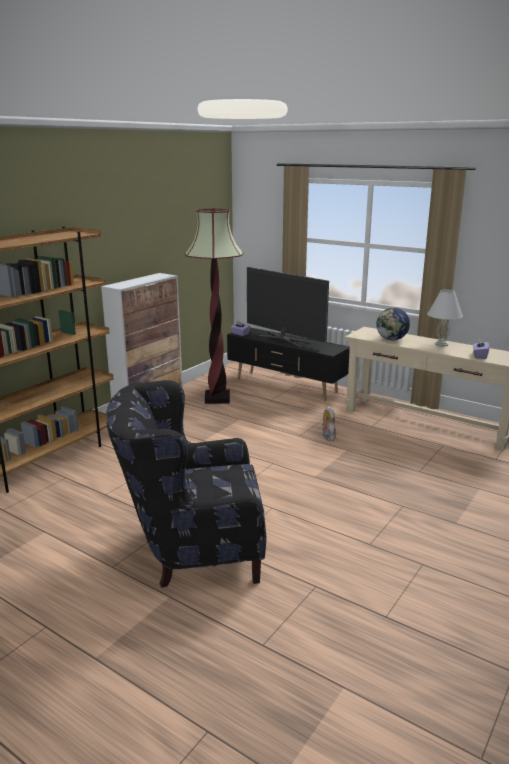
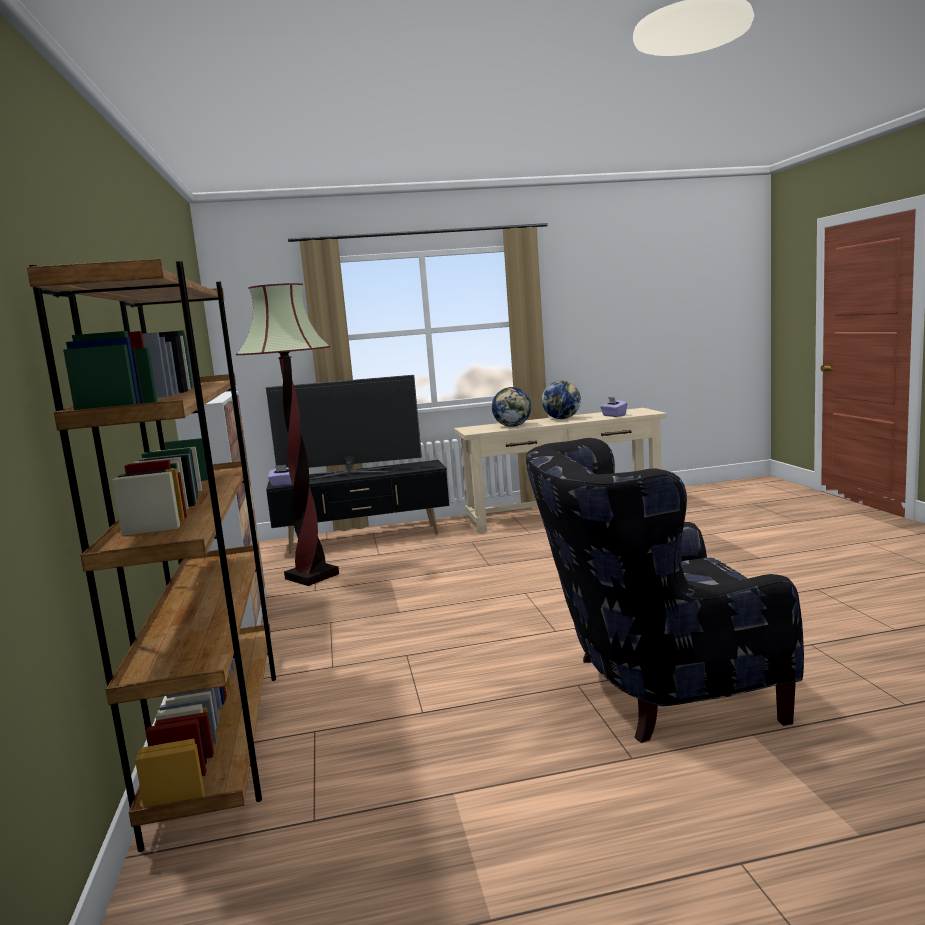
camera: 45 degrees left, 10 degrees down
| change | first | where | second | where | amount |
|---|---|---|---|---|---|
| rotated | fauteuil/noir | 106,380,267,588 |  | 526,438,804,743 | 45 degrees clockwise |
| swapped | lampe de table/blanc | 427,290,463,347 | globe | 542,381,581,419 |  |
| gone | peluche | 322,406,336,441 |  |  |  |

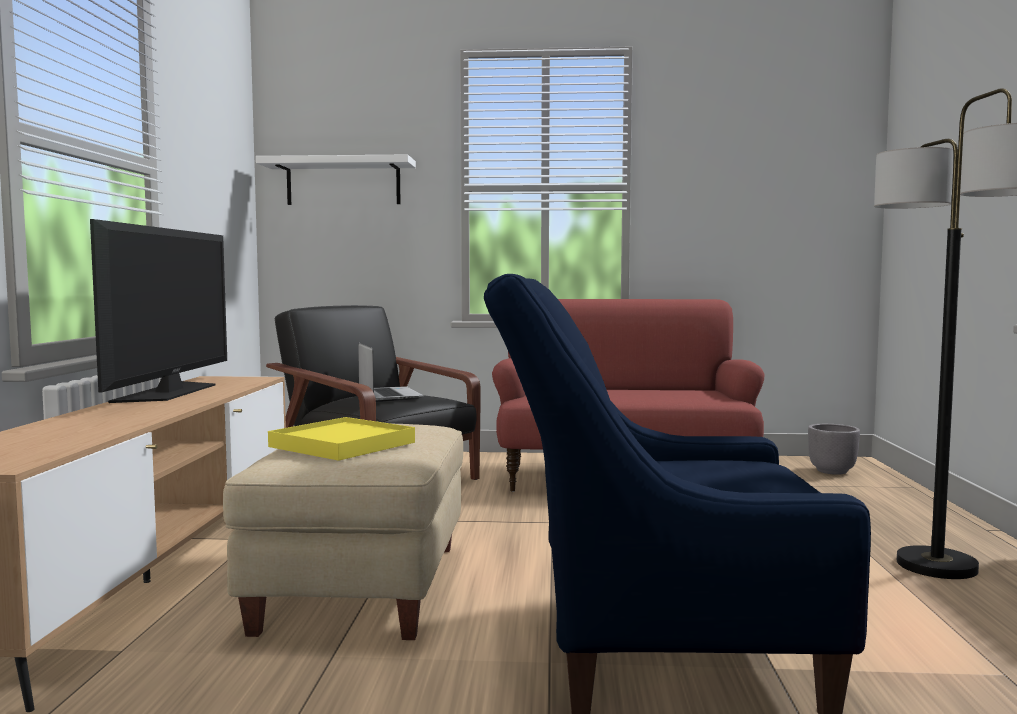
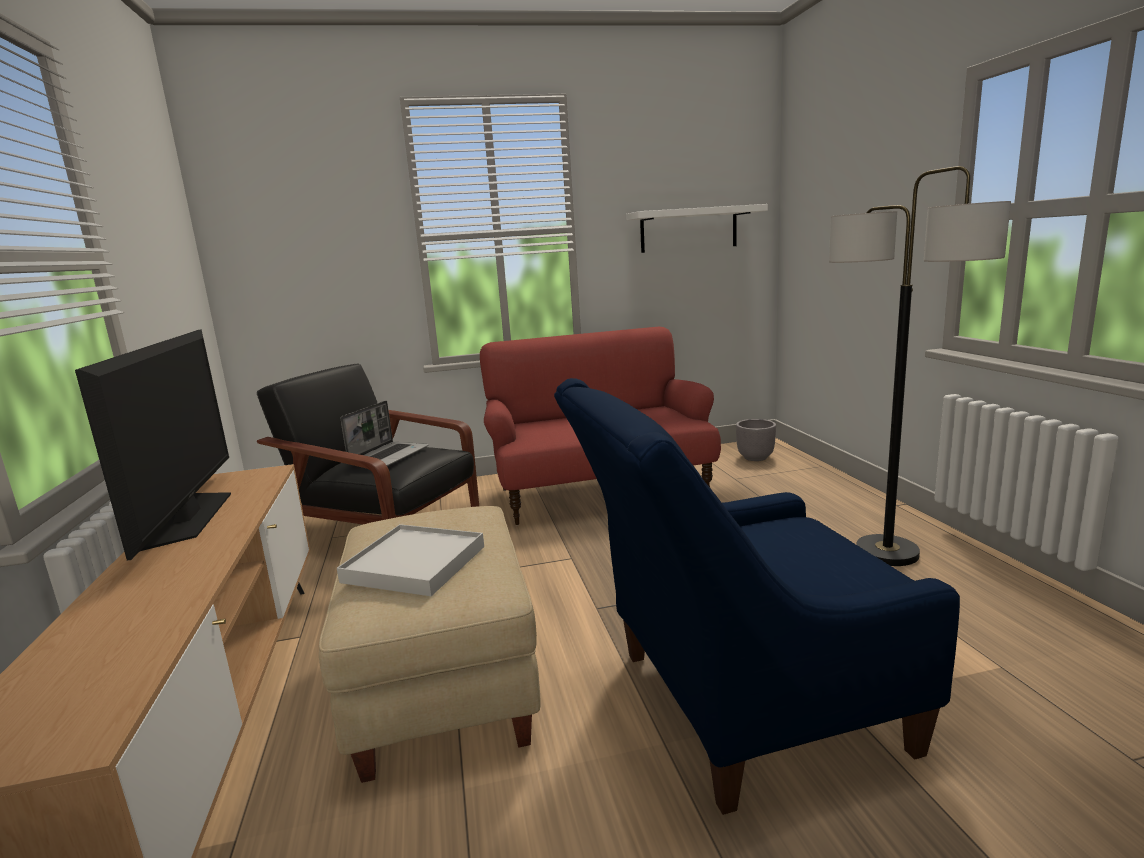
camera: 15 degrees left, 10 degrees up
| change | first | where | second | where | amount |
|---|---|---|---|---|---|
| repainted | plateau/jaune | 268,417,415,461 | plateau/blanc | 337,524,484,596 |  |
| rotated | ordinateur portable | 358,343,424,402 |  | 341,401,429,466 | 60 degrees clockwise |
| shifted | étagère/blanc | 256,155,416,205 |  | 626,204,768,253 |  |

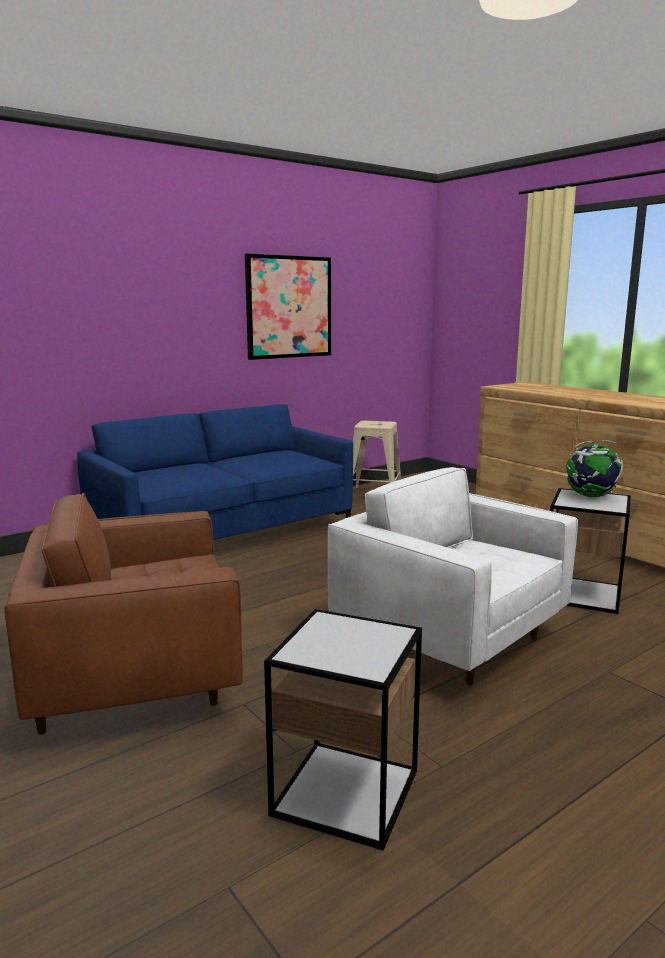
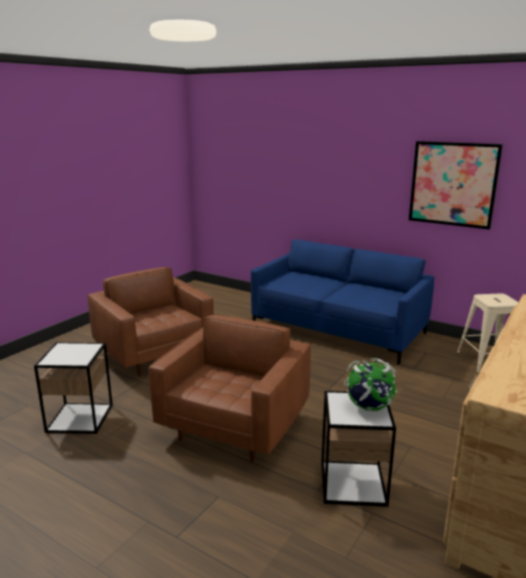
camera: 70 degrees right, 5 degrees up
| change | first | where | second | where | amount |
|---|---|---|---|---|---|
| repainted | fauteuil/blanc | 328,467,578,686 | fauteuil/marron | 148,315,311,462 |  |

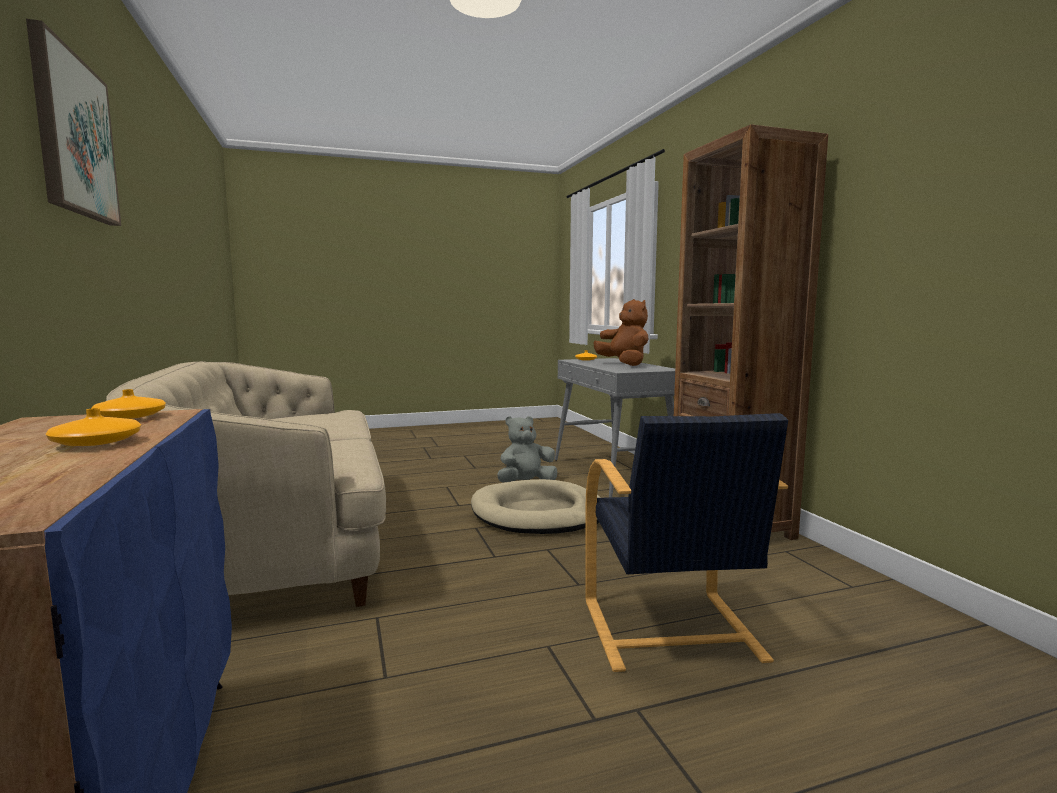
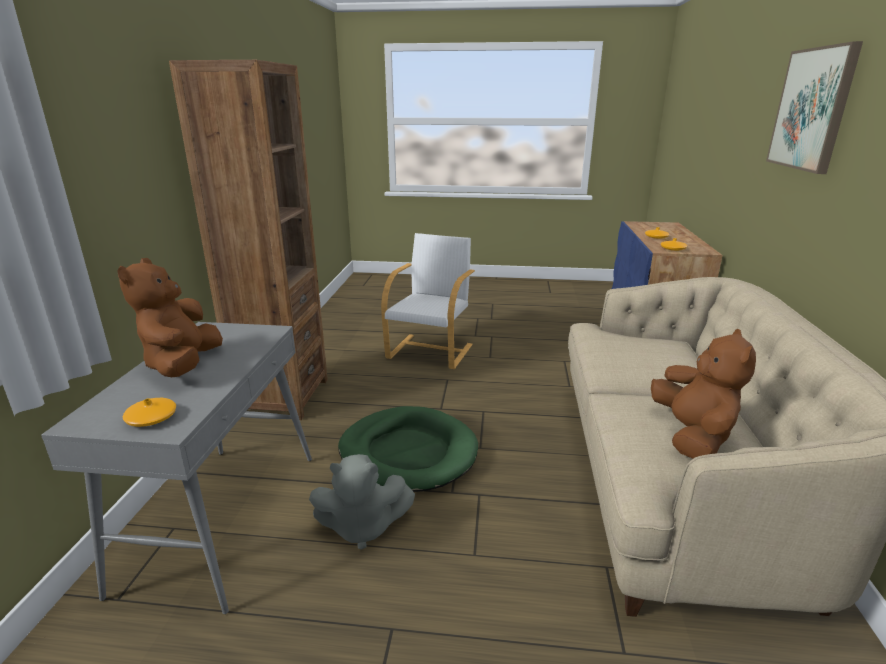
camera: 155 degrees left, 15 degrees up
| change | first | where | second | where | amount |
|---|---|---|---|---|---|
| repainted | panier pour chien/beige | 471,479,601,534 | panier pour chien/vert | 338,406,478,492 |  |
| repainted | fauteuil/noir | 585,413,788,672 | fauteuil/blanc | 381,233,475,369 |  |
| new |  |  | peluche/marron | 651,329,756,459 |  |

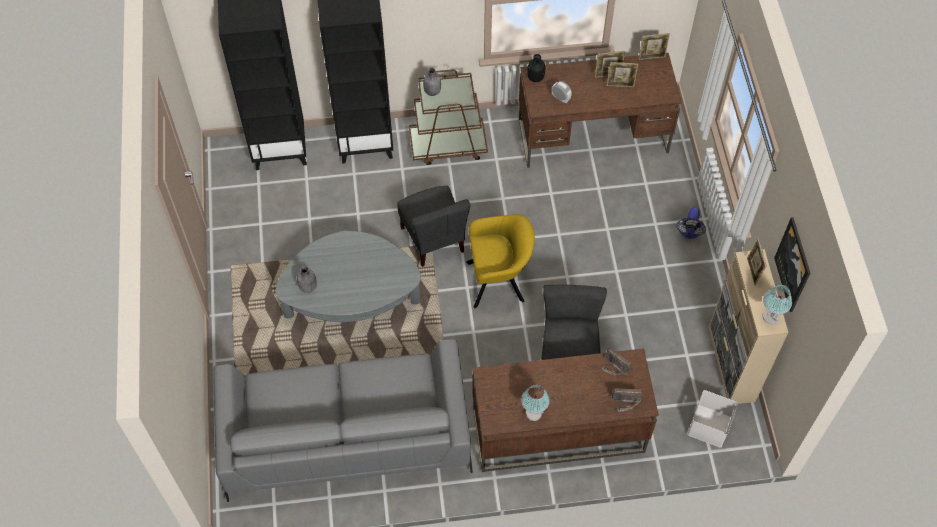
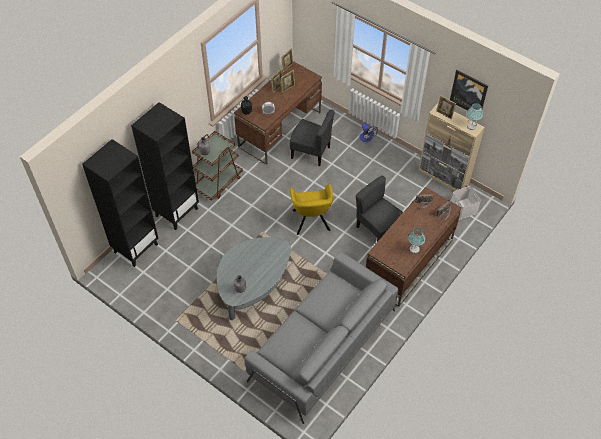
camera: 45 degrees left, 5 degrees down
| change | first | where | second | where | amount |
|---|---|---|---|---|---|
| shifted | chaise/gris | 397,185,470,267 |  | 290,109,335,166 |  |
| rotated | fauteuil/jaune | 466,214,535,308 |  | 290,184,333,235 | 135 degrees clockwise |

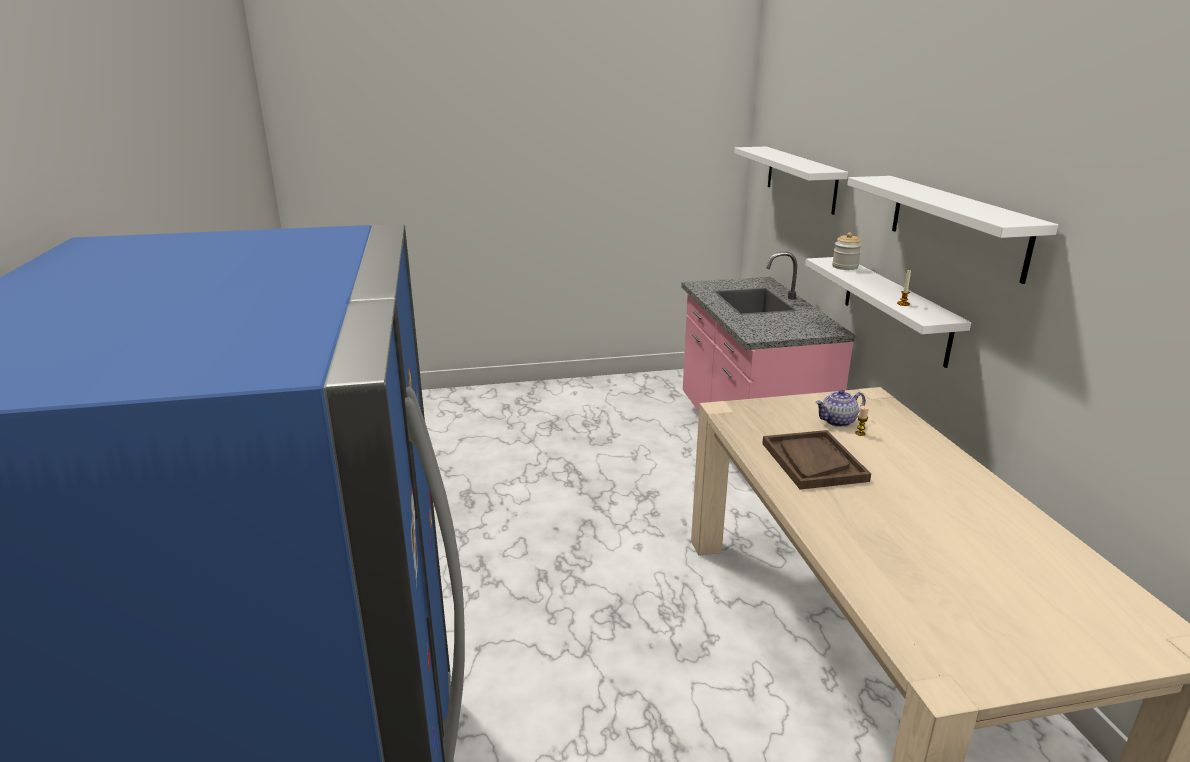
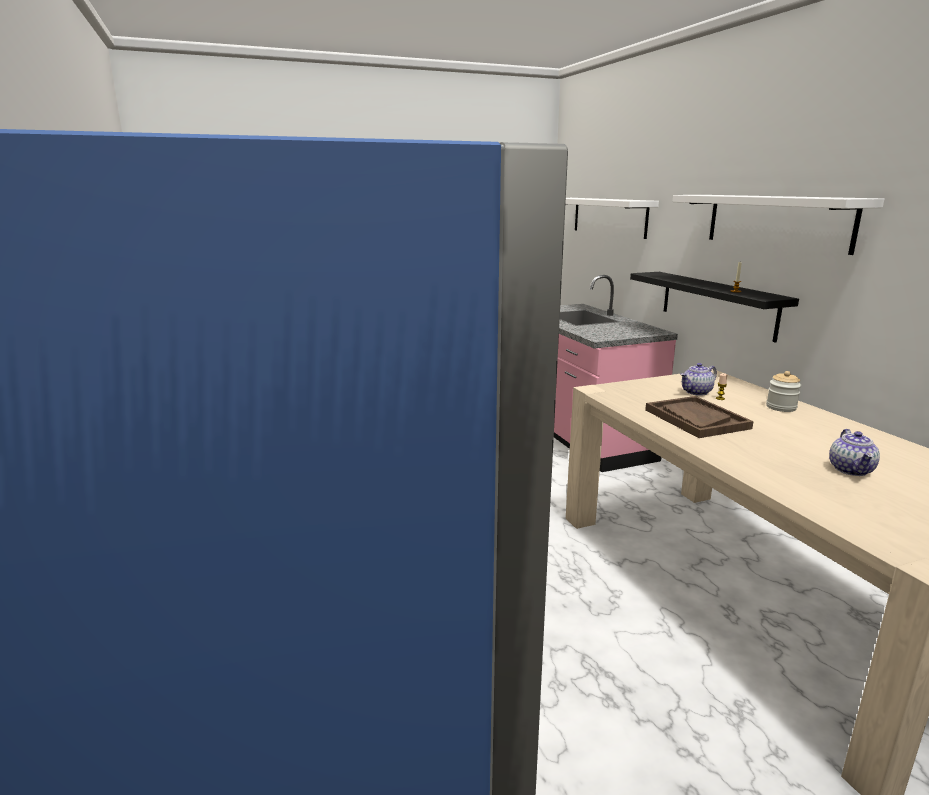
camera: 10 degrees left, 5 degrees down
| change | first | where | second | where | amount |
|---|---|---|---|---|---|
| repainted | étagère/blanc | 805,257,971,368 | étagère/noir | 630,272,799,343 |  |
| shifted | bocal | 832,233,862,270 |  | 766,371,801,412 |  |
| new |  |  | théière | 829,429,880,476 |  |

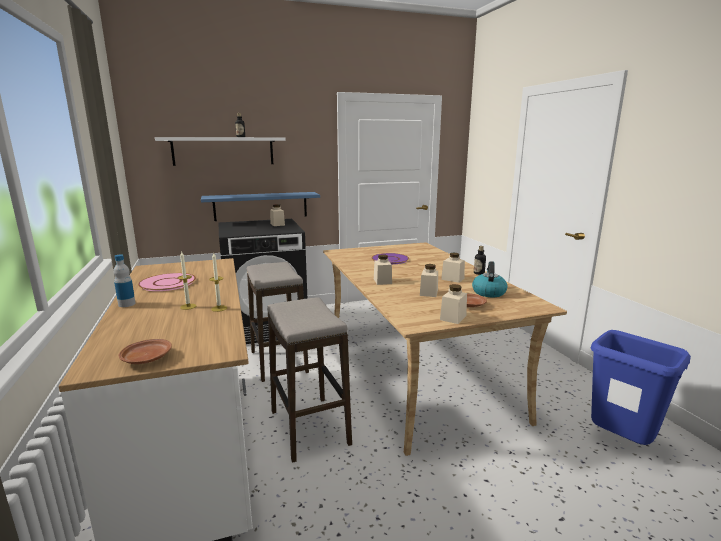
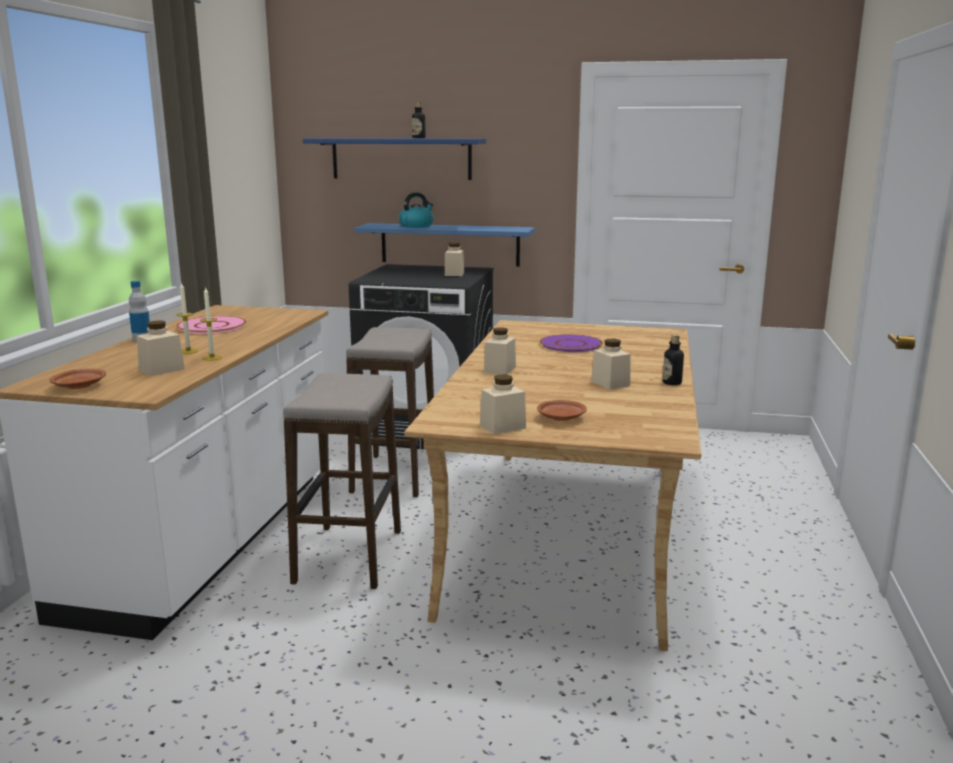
camera: 30 degrees right, 0 degrees up
| change | first | where | second | where | amount |
|---|---|---|---|---|---|
| shifted | bocal/beige | 420,264,438,297 |  | 137,320,185,376 |  |
| repainted | étagère/blanc | 155,137,286,166 | étagère/bleu | 303,138,487,180 |  |
| shifted | bouilloire | 472,261,508,297 |  | 399,192,434,228 |  |
| gone | poubelle/bleu | 591,330,691,445 |  |  |  |

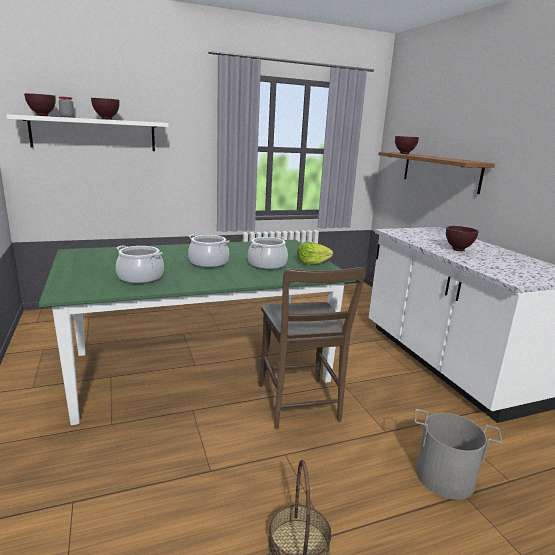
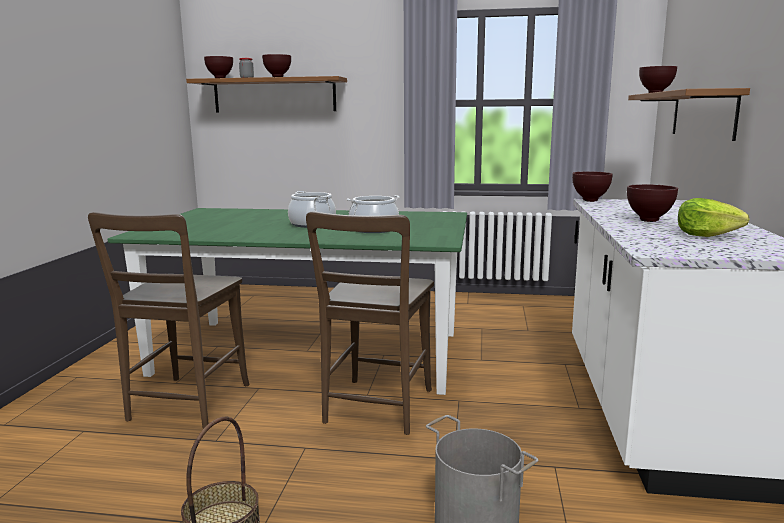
camera: 30 degrees right, 5 degrees down
| change | first | where | second | where | amount |
|---|---|---|---|---|---|
| new |  |  | chaise/marron | 88,212,249,428 |  |
| repainted | étagère/blanc | 7,115,169,151 | étagère/marron | 186,76,347,112 |  |
| new |  |  | bol/marron | 572,171,613,202 |  |
| shifted | laitue | 297,242,333,265 |  | 678,198,749,237 |  |
| gone | marmite | 116,245,164,284 |  |  |  |

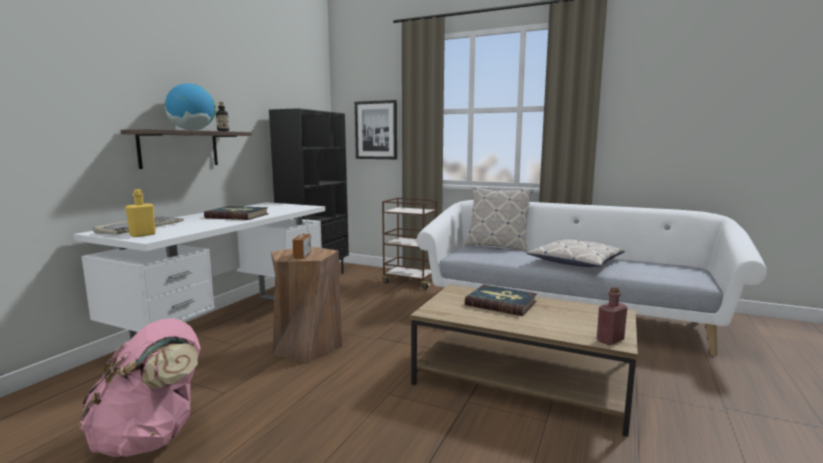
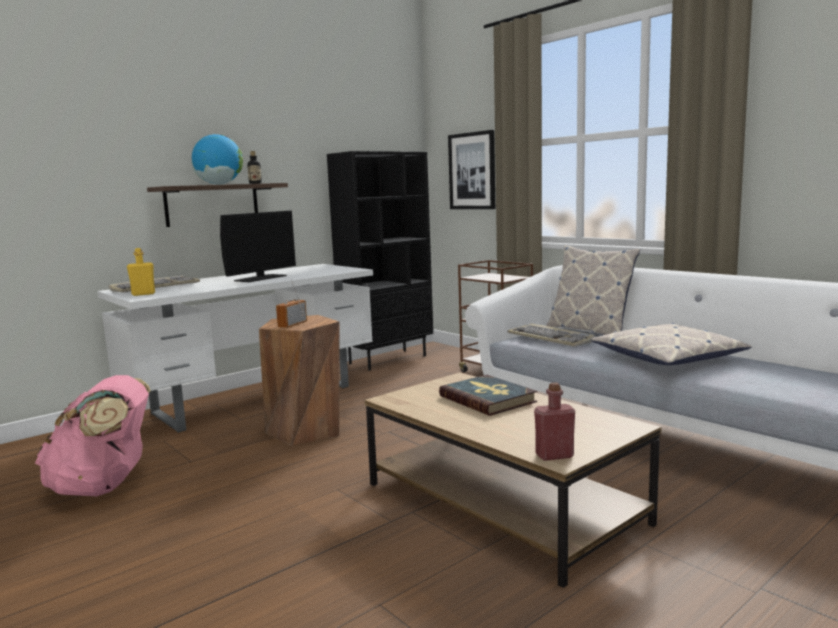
camera: 25 degrees right, 0 degrees up
| change | first | where | second | where | amount |
|---|---|---|---|---|---|
| swapped | livre | 204,206,269,220 | écran d'ordinateur | 220,211,296,282 |  |
| new |  |  | clavier | 507,323,595,347 |  |

